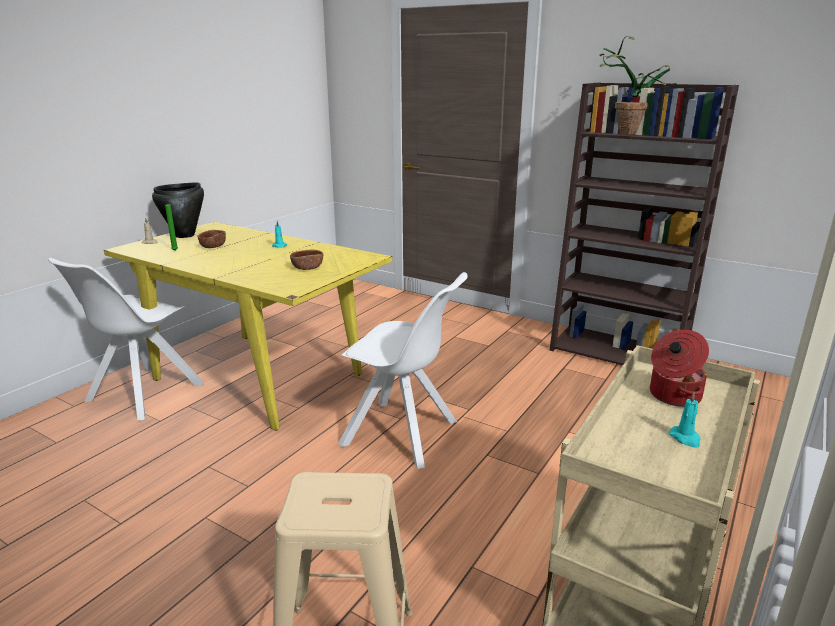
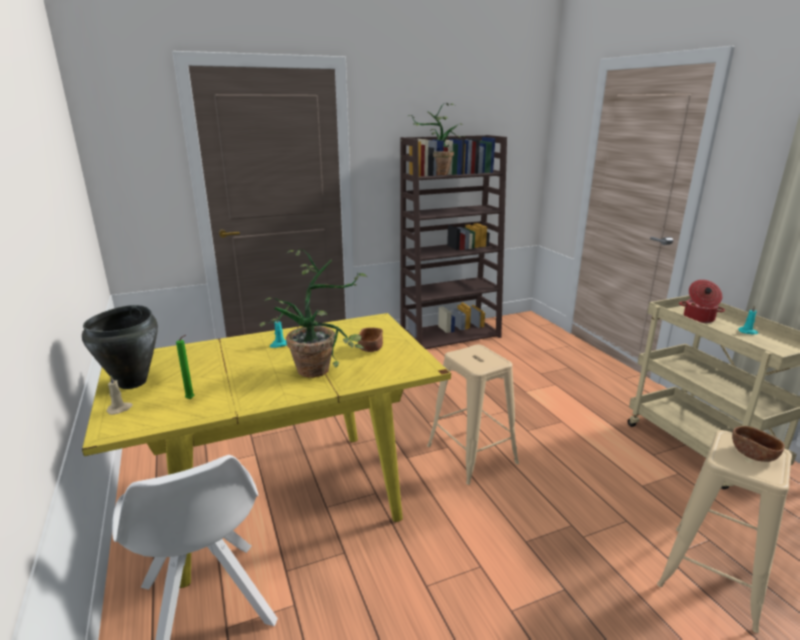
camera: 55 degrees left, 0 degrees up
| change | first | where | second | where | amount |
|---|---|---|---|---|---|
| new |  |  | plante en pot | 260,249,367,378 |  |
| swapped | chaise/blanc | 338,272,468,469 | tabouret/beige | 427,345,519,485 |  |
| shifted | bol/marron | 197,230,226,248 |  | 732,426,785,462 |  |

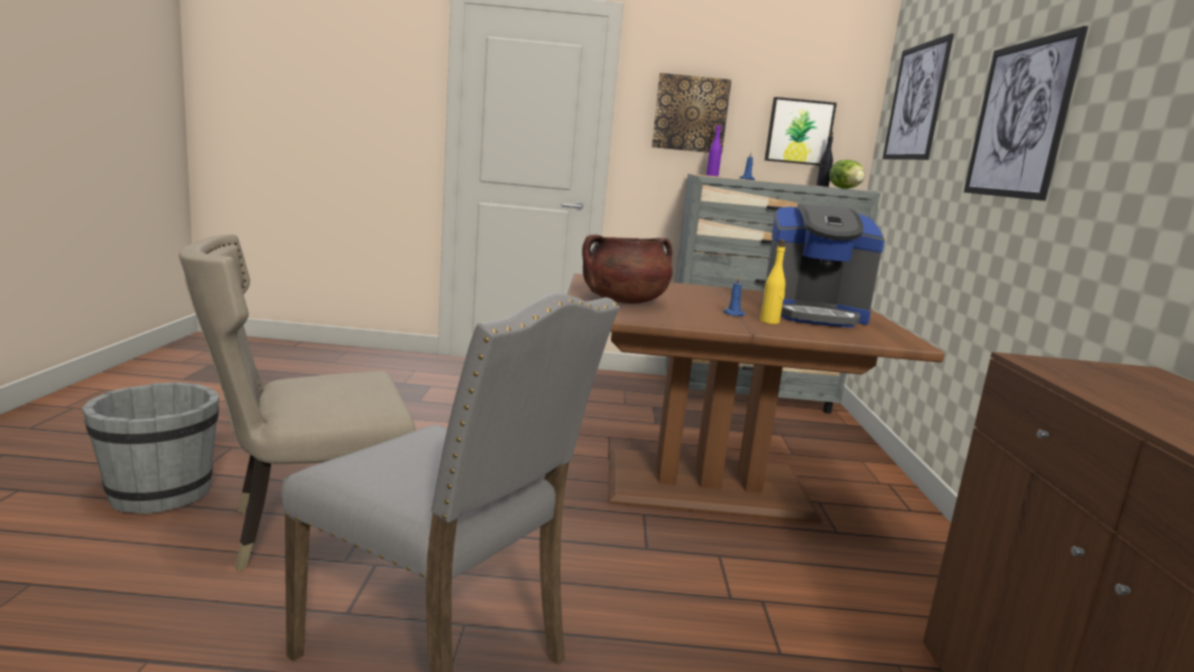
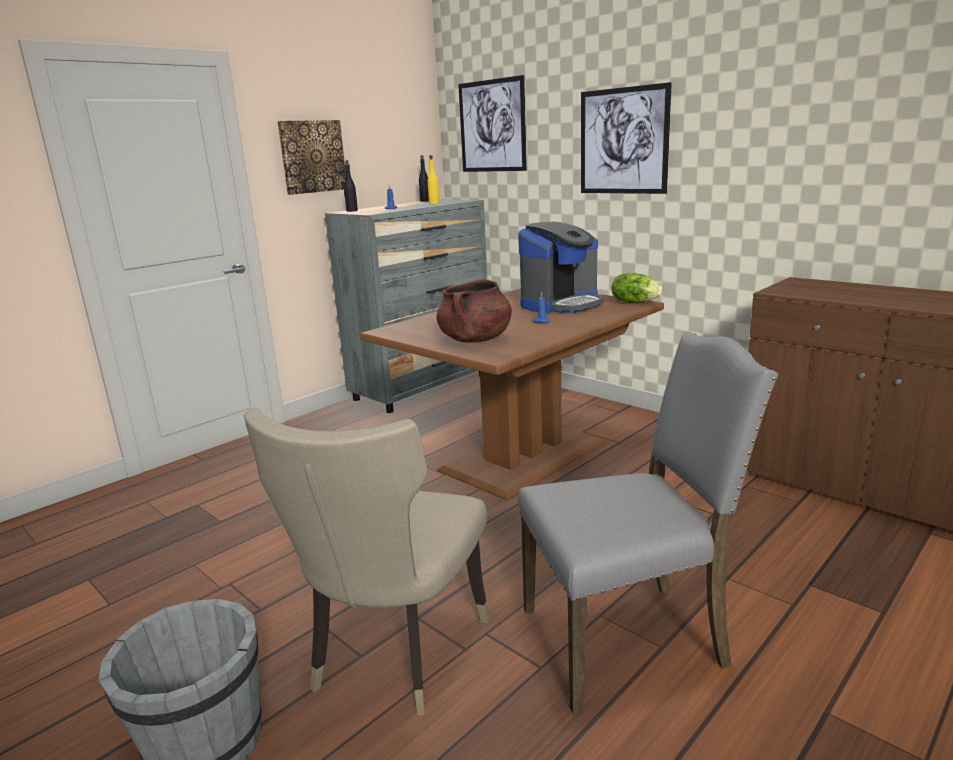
camera: 45 degrees left, 5 degrees up
| change | first | where | second | where | amount |
|---|---|---|---|---|---|
| repainted | bouteille/violet | 706,121,722,176 | bouteille/noir | 344,160,358,212 |  |
| shifted | bouteille/jaune | 760,239,785,324 |  | 427,155,440,204 |  |
| shifted | laitue | 829,160,865,189 |  | 611,273,662,303 |  |
| gone | tableau | 765,97,837,165 |  |  |  |

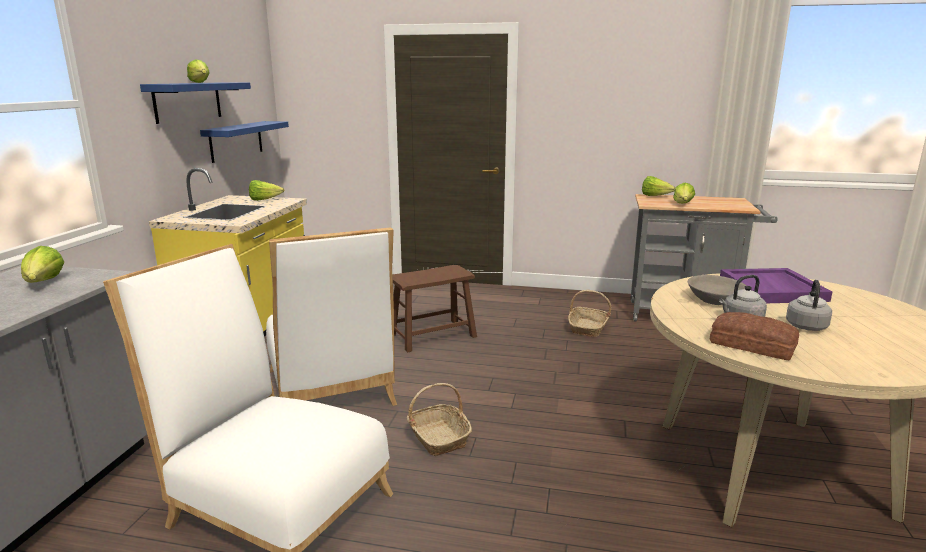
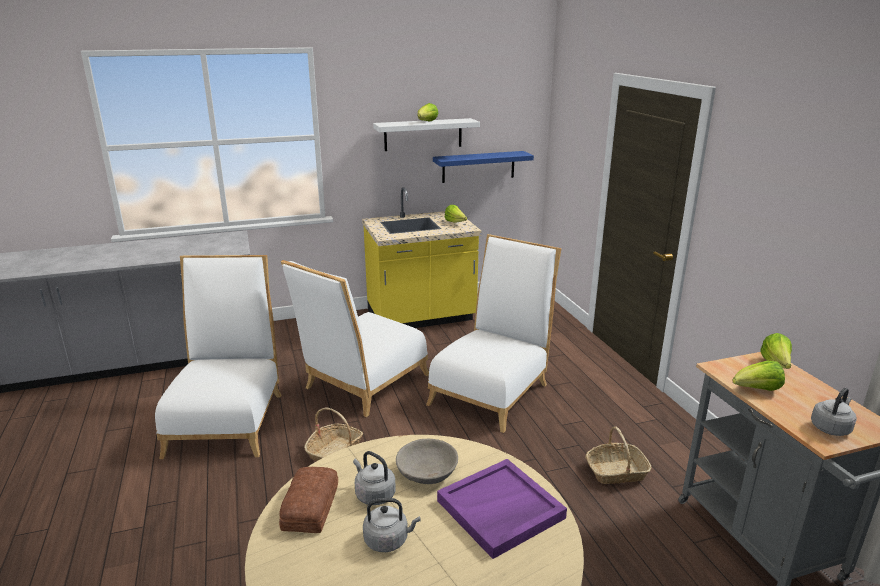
camera: 60 degrees right, 5 degrees up
| change | first | where | second | where | amount |
|---|---|---|---|---|---|
| repainted | étagère/bleu | 140,82,251,124 | étagère/blanc | 373,118,480,151 |  |
| swapped | tabouret/marron | 392,265,477,352 | chaise/blanc | 426,234,561,433 |  |
| new |  |  | bouilloire/gris | 811,388,857,436 |  |
| gone | laitue | 21,246,64,283 |  |  |  |

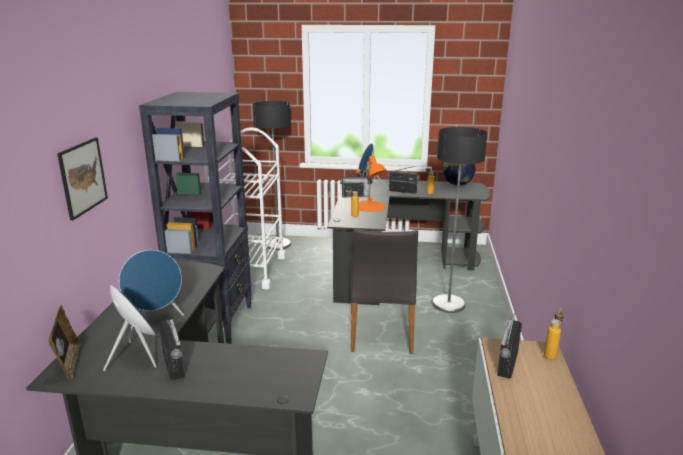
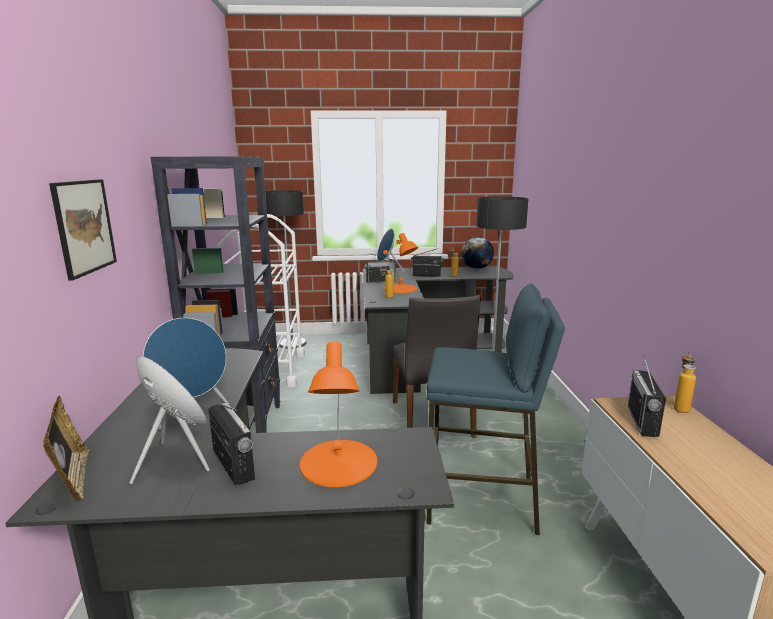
camera: 10 degrees left, 5 degrees down
| change | first | where | second | where | amount |
|---|---|---|---|---|---|
| new |  |  | lampe de table/orange | 300,342,377,487 |  |
| new |  |  | tabouret/bleu | 427,283,565,535 |  |

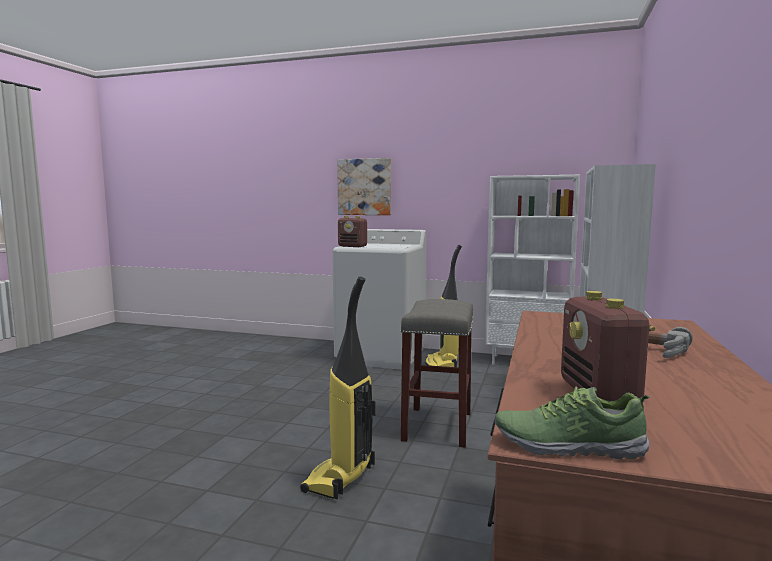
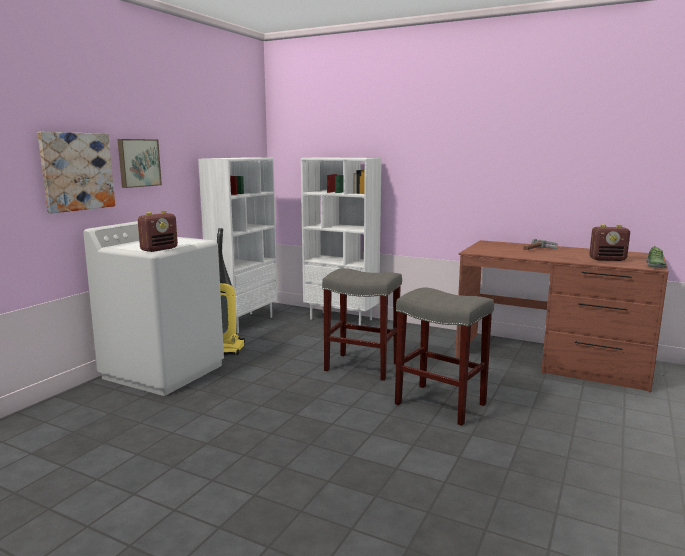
camera: 80 degrees left, 5 degrees up
| change | first | where | second | where | amount |
|---|---|---|---|---|---|
| new |  |  | tableau | 117,139,162,188 |  |
| swapped | aspirateur | 300,277,376,499 | tabouret/gris | 395,287,494,426 |  |

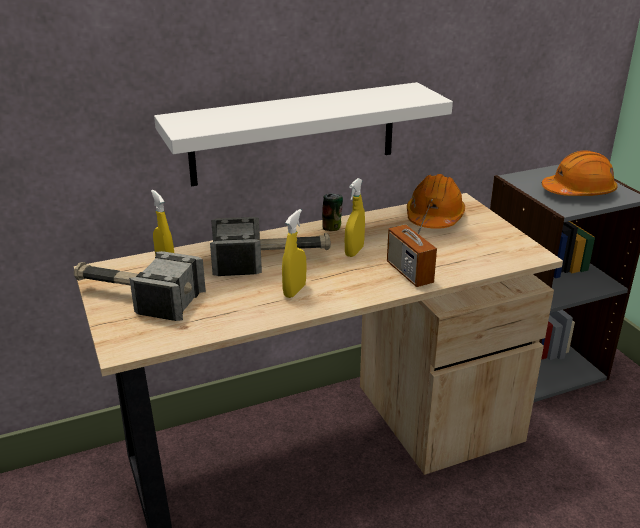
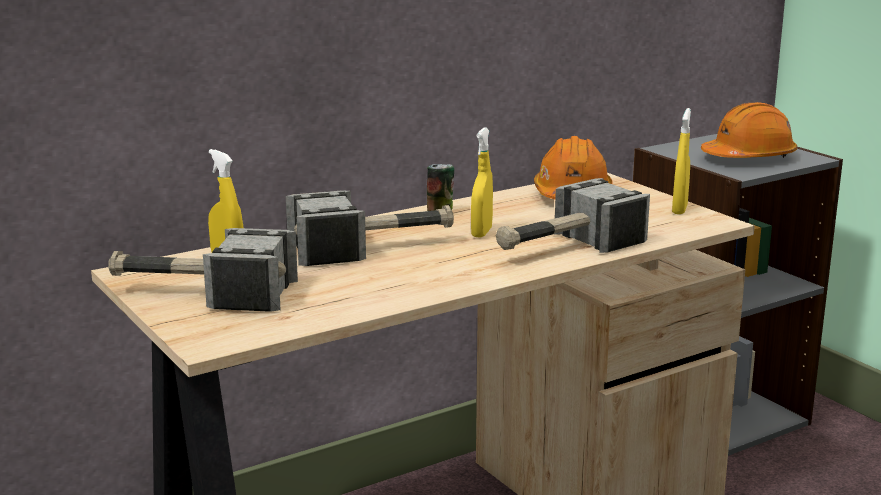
camera: 10 degrees left, 10 degrees down
| change | first | where | second | where | amount |
|---|---|---|---|---|---|
| swapped | radio | 387,199,437,287 | marteau | 496,178,650,253 |  |
| shifted | vaporisateur/jaune | 282,209,306,298 |  | 672,108,691,214 |  |
| gone | étagère/blanc | 154,82,453,186 |  |  |  |

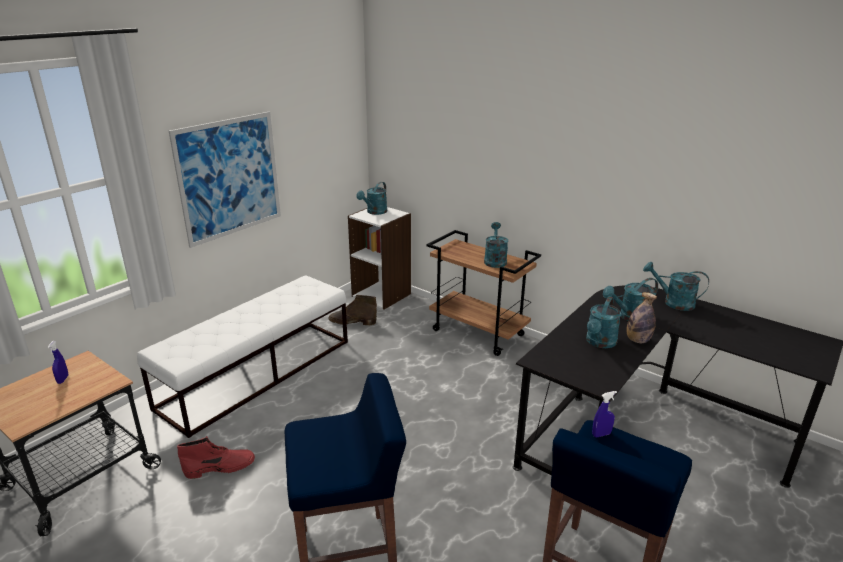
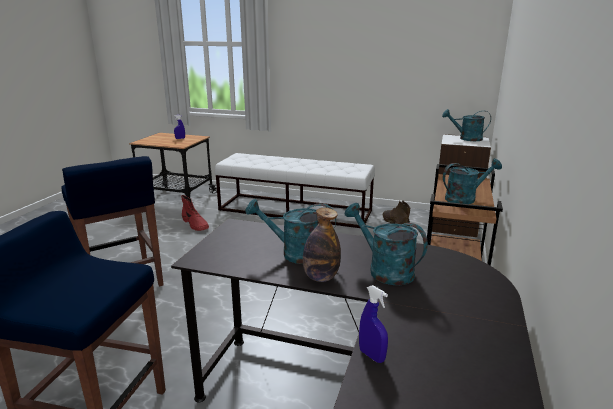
camera: 70 degrees right, 5 degrees down
| change | first | where | second | where | amount |
|---|---|---|---|---|---|
| shifted | vaporisateur/bleu | 592,391,617,437 |  | 359,285,388,363 |  |
| gone | tableau | 169,112,281,248 |  |  |  |
| gone | arrosoir/turquoise | 643,262,709,311 |  |  |  |

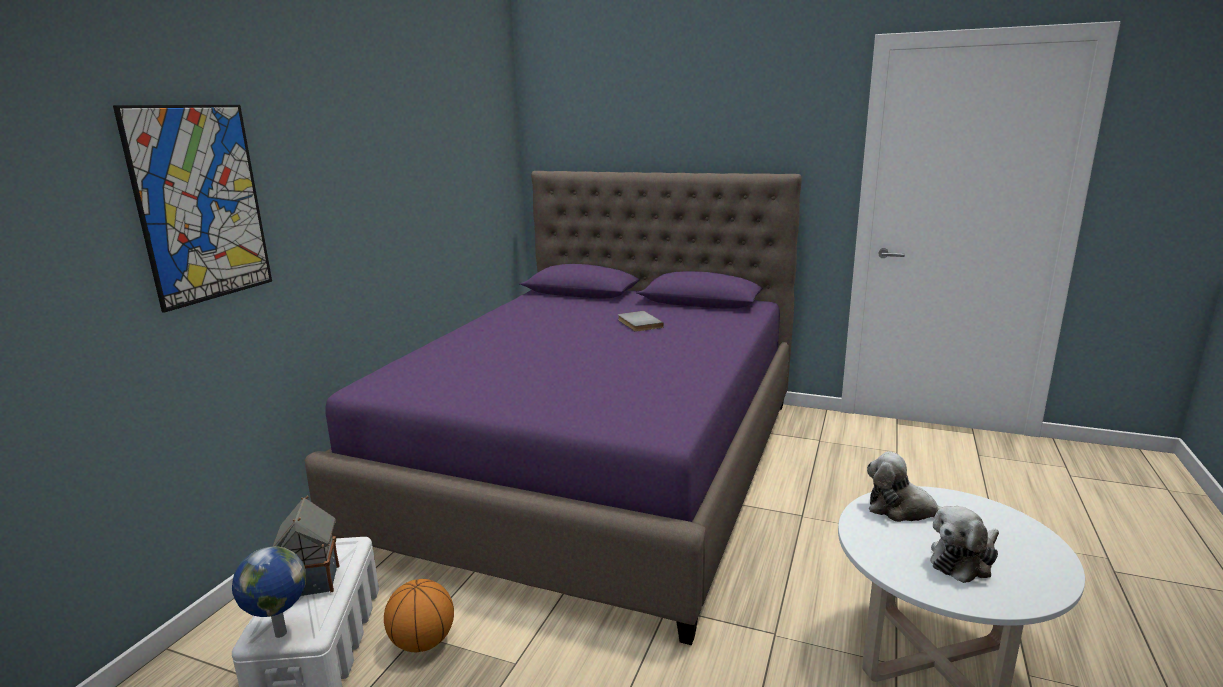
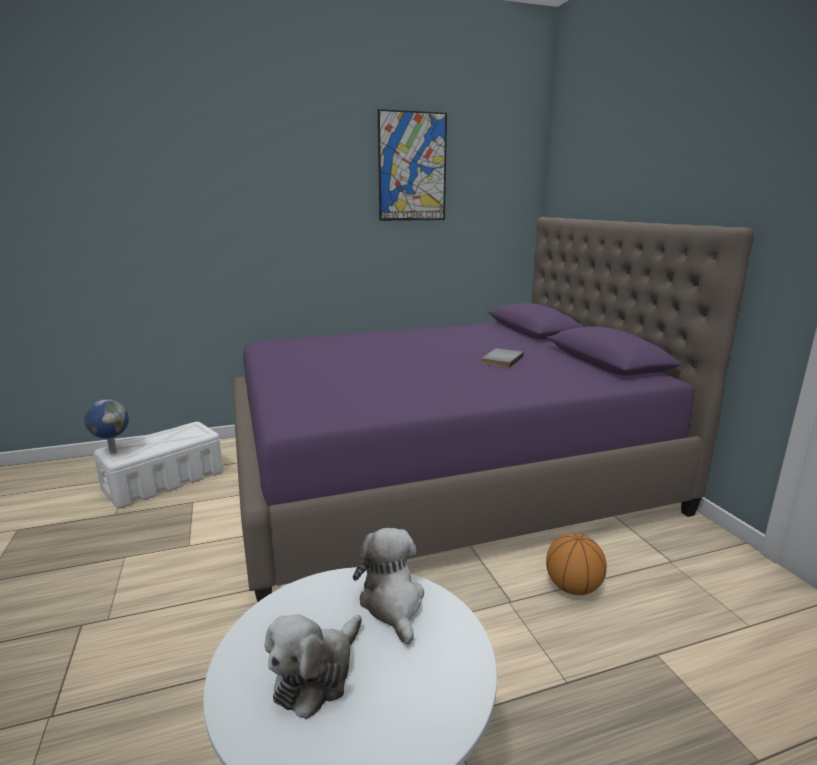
camera: 50 degrees right, 0 degrees up
| change | first | where | second | where | amount |
|---|---|---|---|---|---|
| rotated | peluche | 930,506,999,583 |  | 265,614,362,719 | 75 degrees counterclockwise |
| shifted | tableau | 113,105,272,313 |  | 378,109,447,221 |  |
| shifted | ballon de basket | 384,579,454,652 |  | 546,533,607,595 |  |
| gone | maison miniature | 273,496,340,596 |  |  |  |

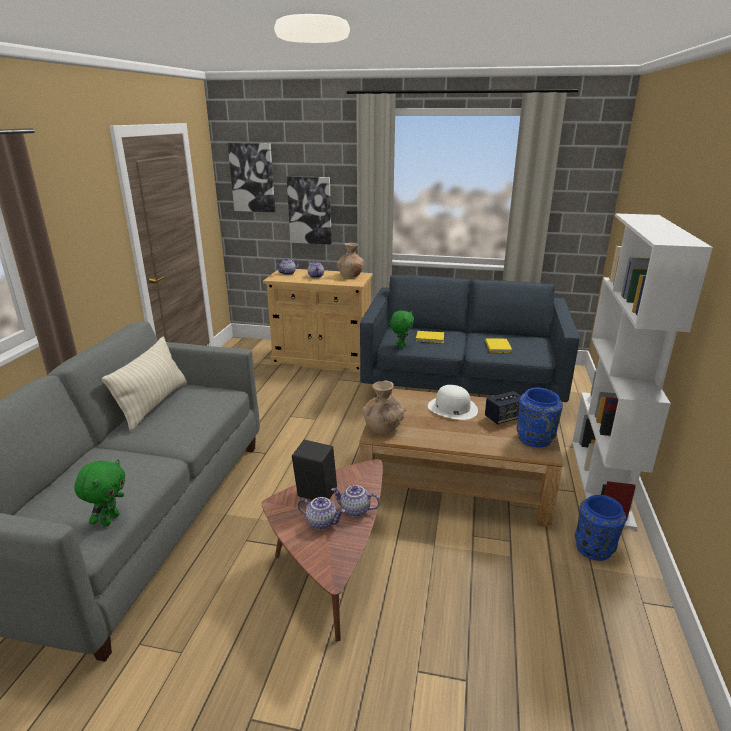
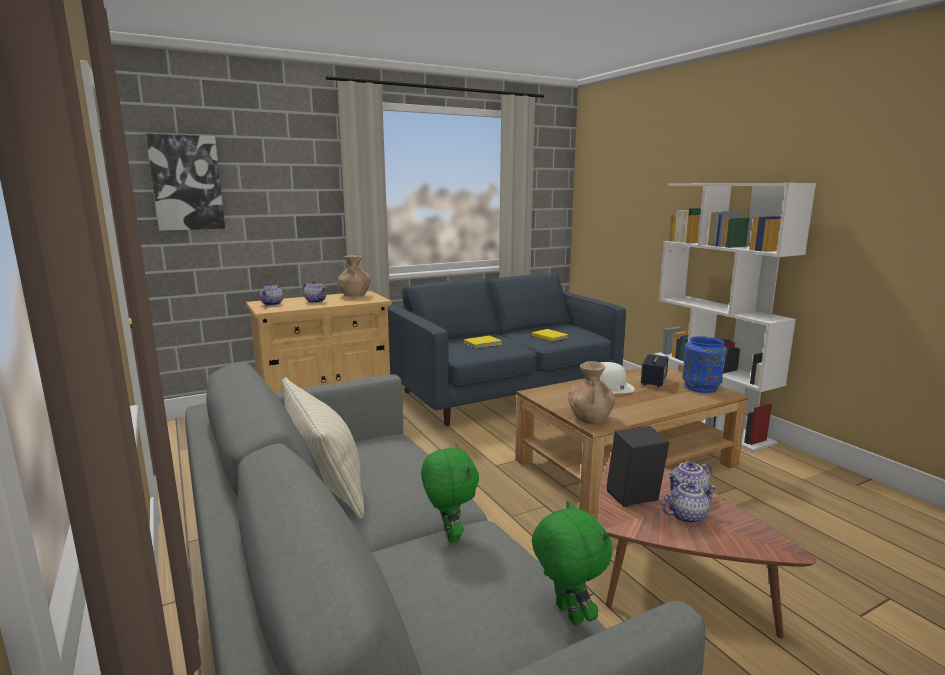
camera: 40 degrees left, 10 degrees down
| change | first | where | second | where | amount |
|---|---|---|---|---|---|
| shifted | peluche/vert | 390,311,414,348 |  | 421,444,479,543 |  |
| gone | tableau | 287,176,332,245 |  |  |  |
| gone | vase/bleu | 575,495,626,561 |  |  |  |

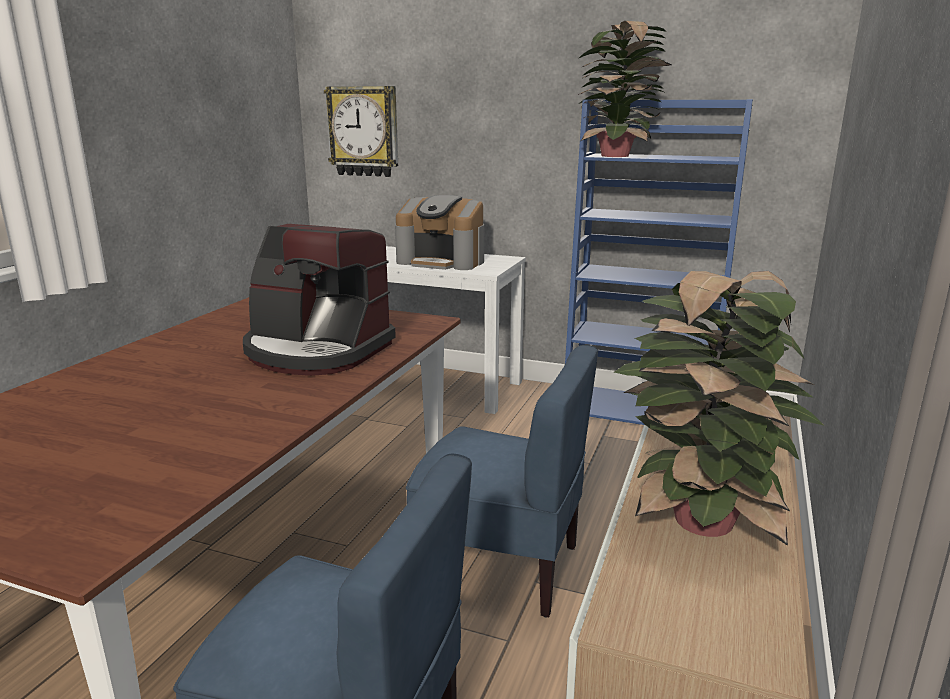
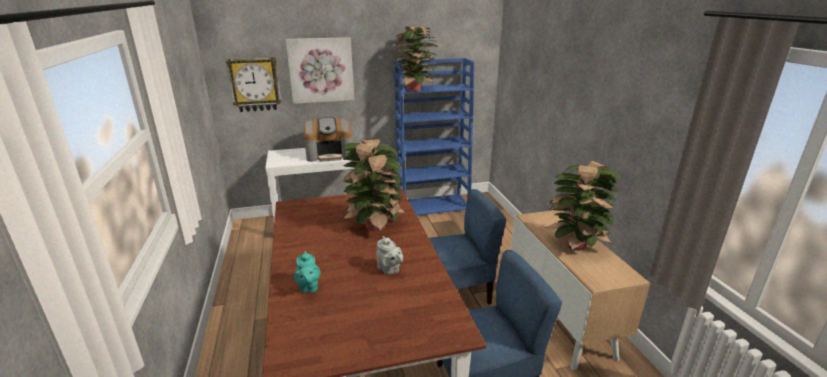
camera: 35 degrees left, 5 degrees up
| change | first | where | second | where | amount |
|---|---|---|---|---|---|
| new |  |  | tableau | 286,37,354,104 |  |
| new |  |  | théière/turquoise | 294,251,320,293 |  |
| swapped | machine à café | 243,224,396,376 | plante en pot | 341,139,406,231 |  |
| new |  |  | théière/gris | 376,236,403,275 |  |

